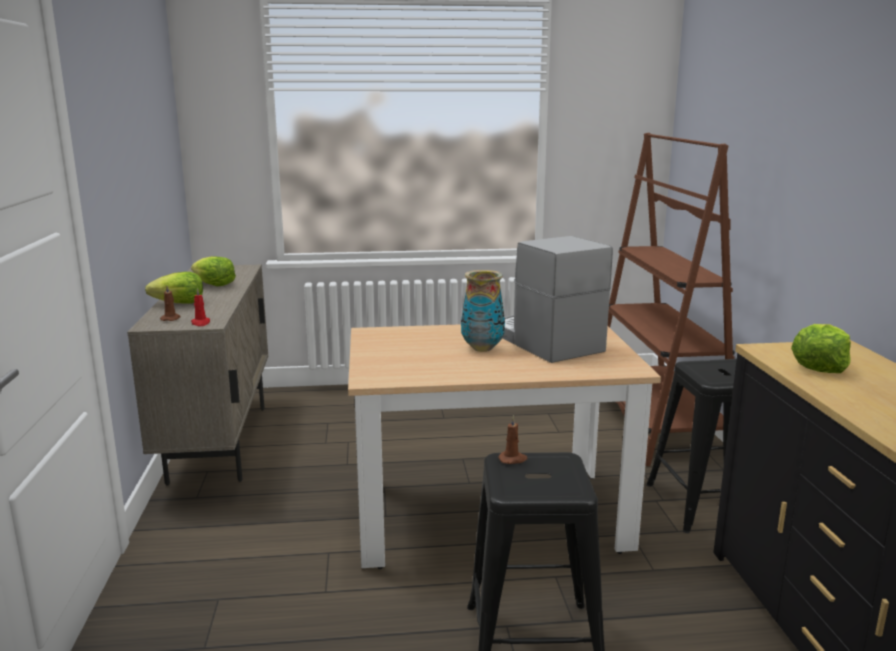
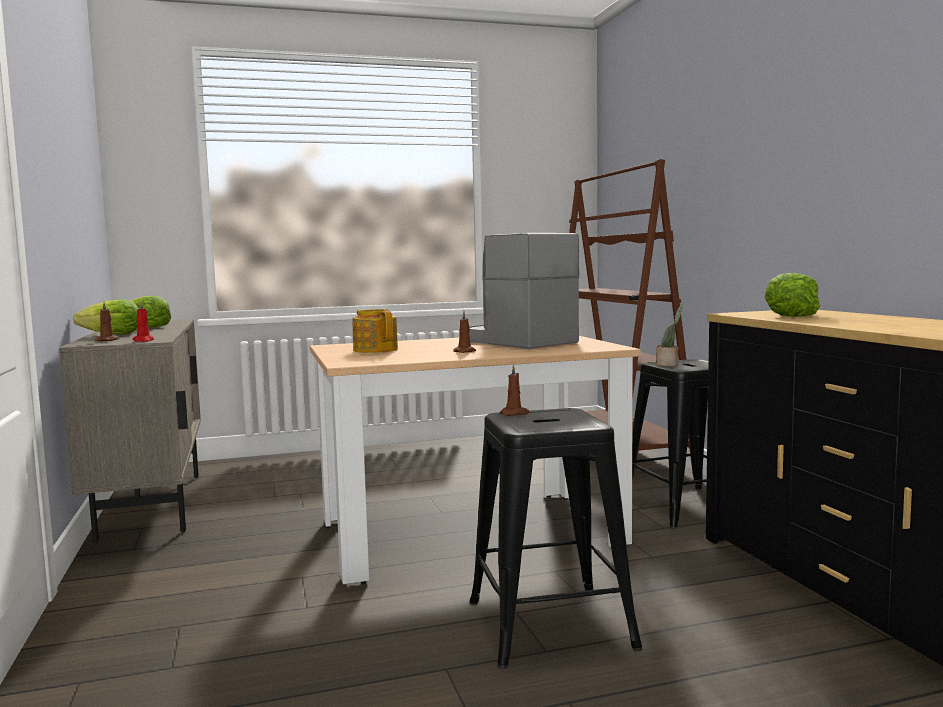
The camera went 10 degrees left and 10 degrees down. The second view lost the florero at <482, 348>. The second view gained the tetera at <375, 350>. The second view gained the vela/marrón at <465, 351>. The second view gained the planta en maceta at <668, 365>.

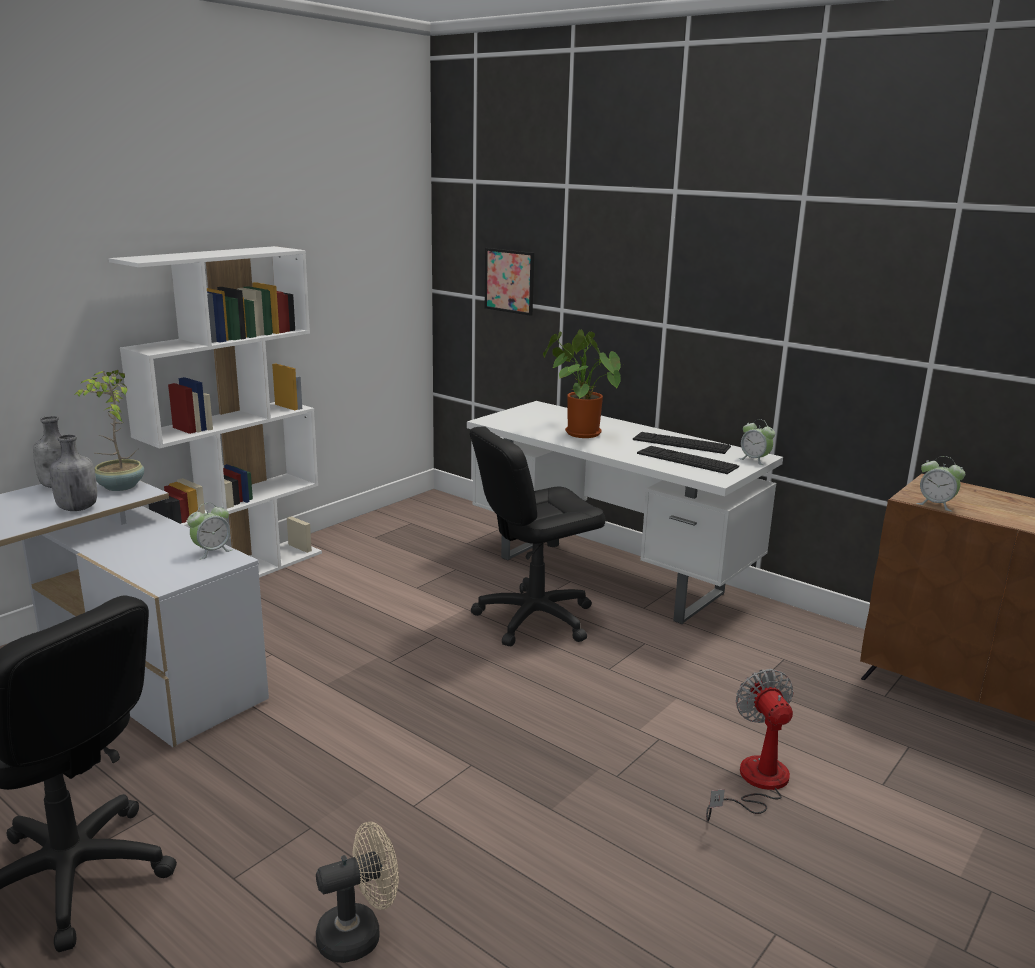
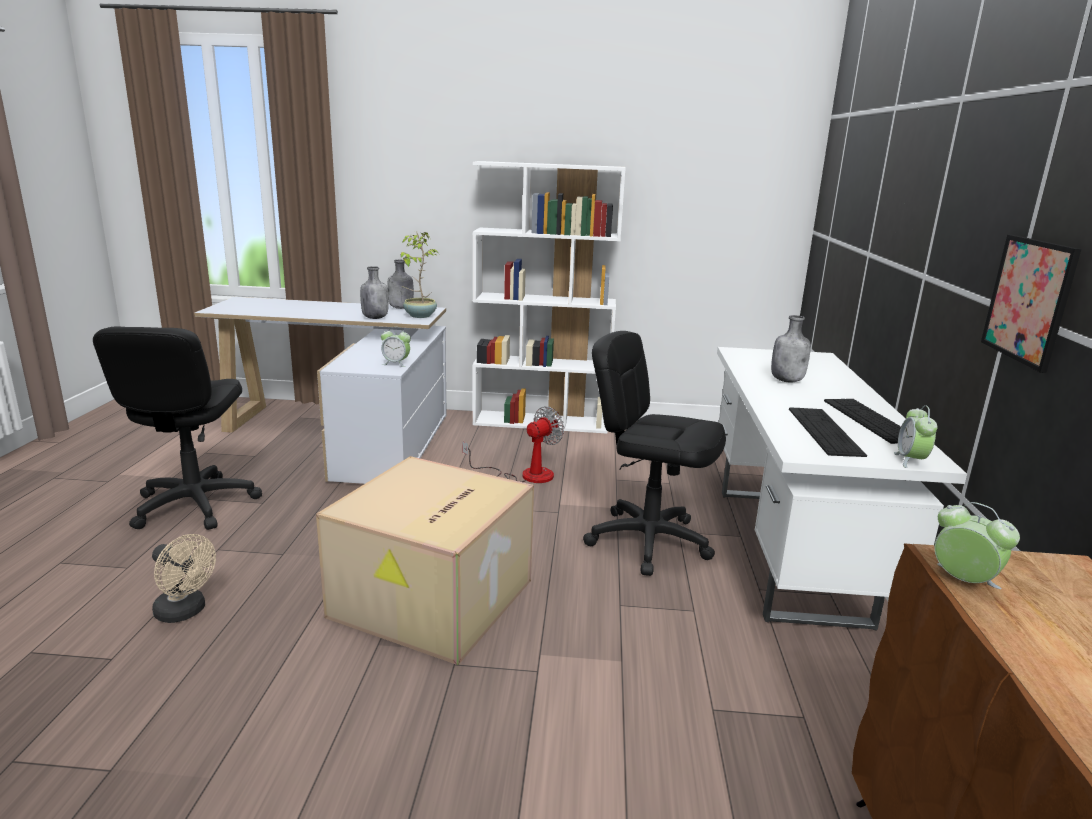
The camera went 55 degrees right and 0 degrees up. The cuadro ended up elsewhere, having gone from <509, 281> to <1028, 300>. Where the planta en maceta stood at <579, 433>, the botella/gris came to stand at <787, 380>. The ventilador ended up elsewhere, having gone from <755, 783> to <525, 475>. The despertador at <936, 504> ended up facing another way, 135 degrees clockwise from before. The second view gained the caja de cartón at <433, 600>.

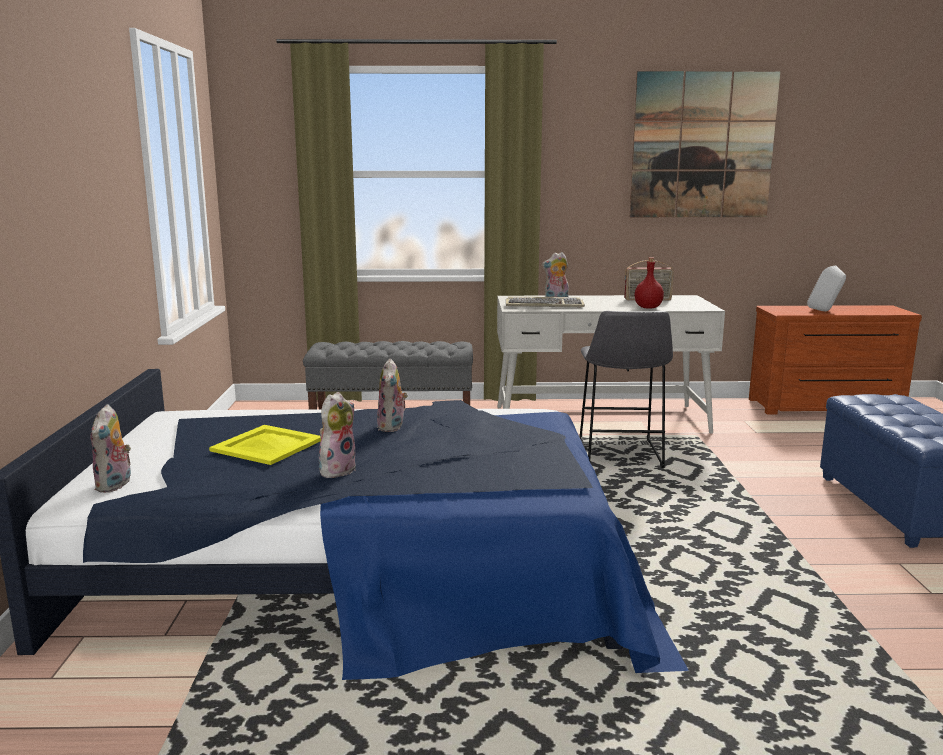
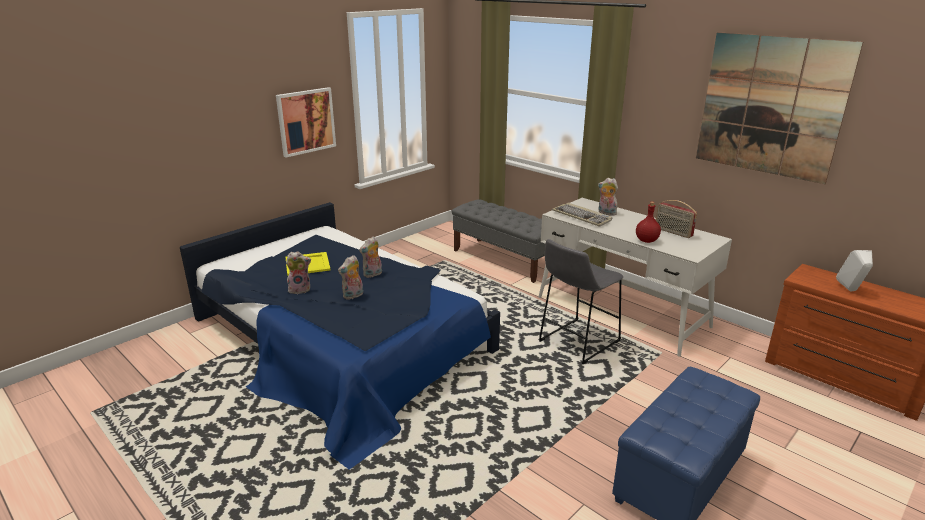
The camera went 45 degrees right and 10 degrees up. The peluche ended up elsewhere, having gone from <115, 485> to <353, 296>. The second view gained the cuadro at <306, 121>.

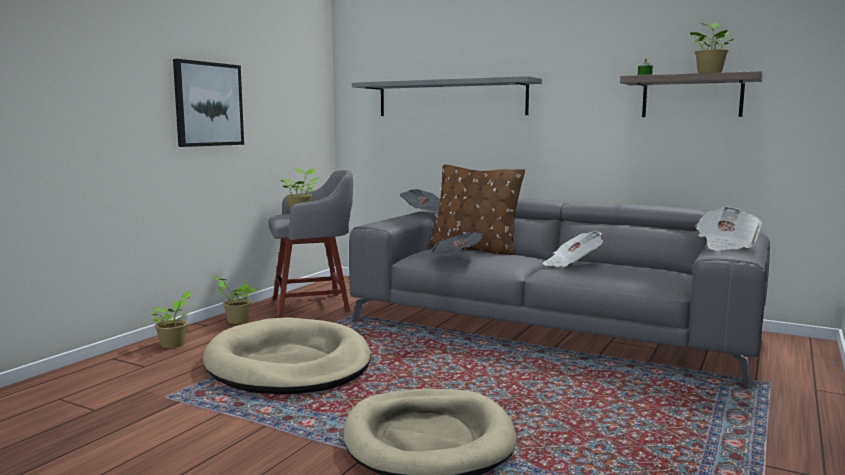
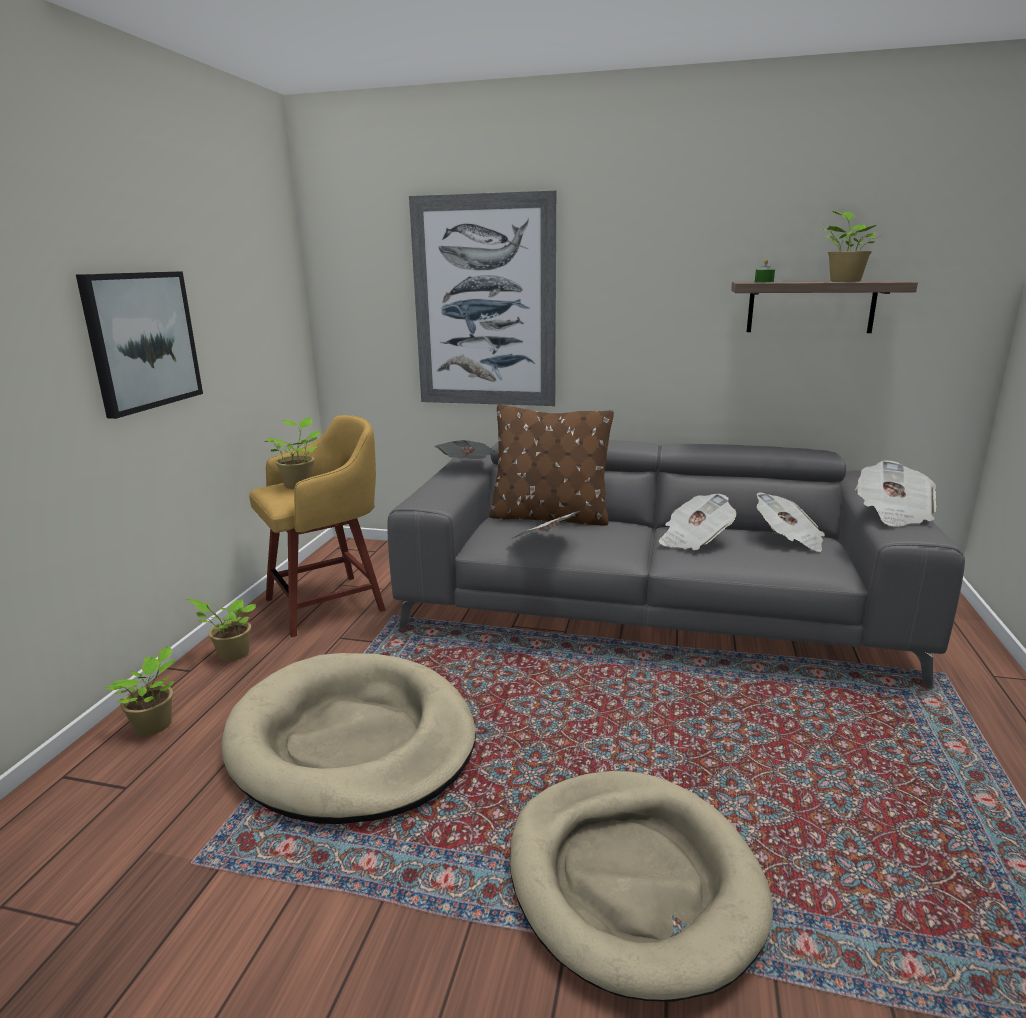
The camera went 15 degrees left and 10 degrees up. What was the taburete/gris at <313, 305> turned into the taburete/amarillo at <329, 604>. Where the estante/gris hung at <450, 98>, the cuadro came to hang at <484, 303>. The second view gained the periódico at <789, 539>.

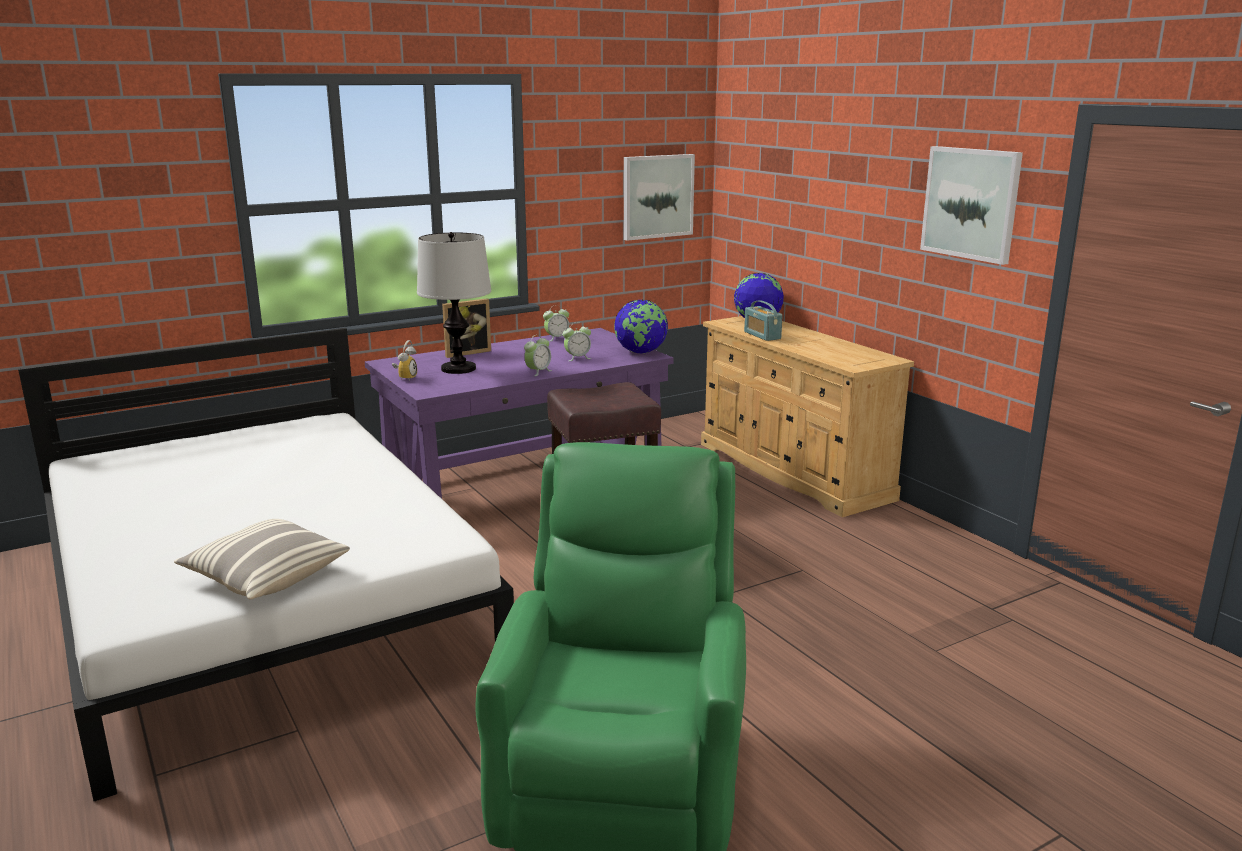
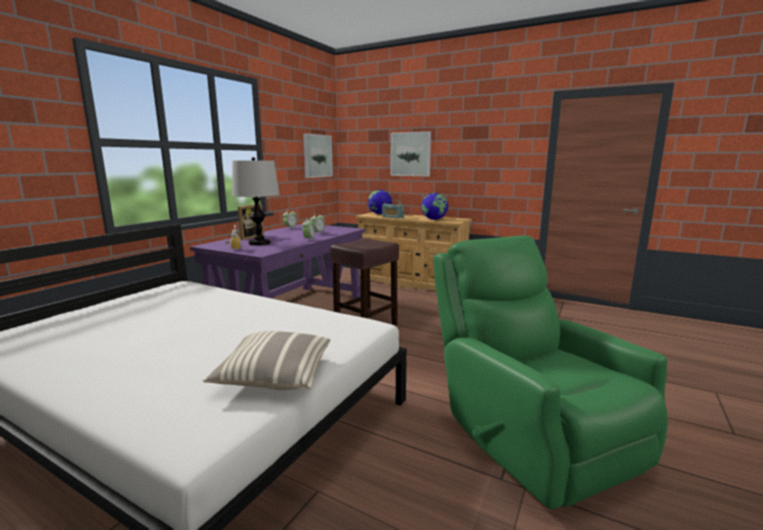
The camera went 30 degrees left and 5 degrees down. The globo terráqueo ended up elsewhere, having gone from <640, 352> to <434, 219>. The cuadro ended up elsewhere, having gone from <971, 203> to <410, 154>.

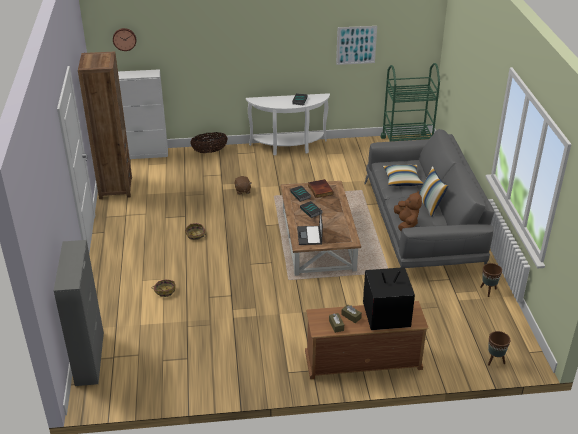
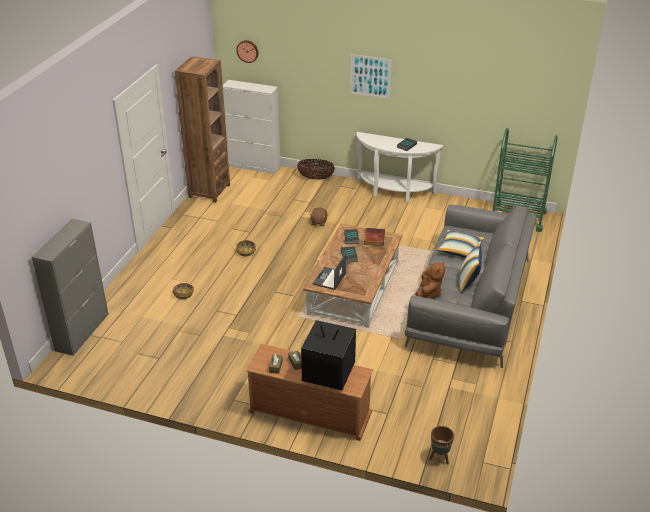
The camera went 25 degrees right and 0 degrees up. The cuadro ended up elsewhere, having gone from <356, 45> to <370, 76>. The second view lost the maceta/marrón at <488, 291>.

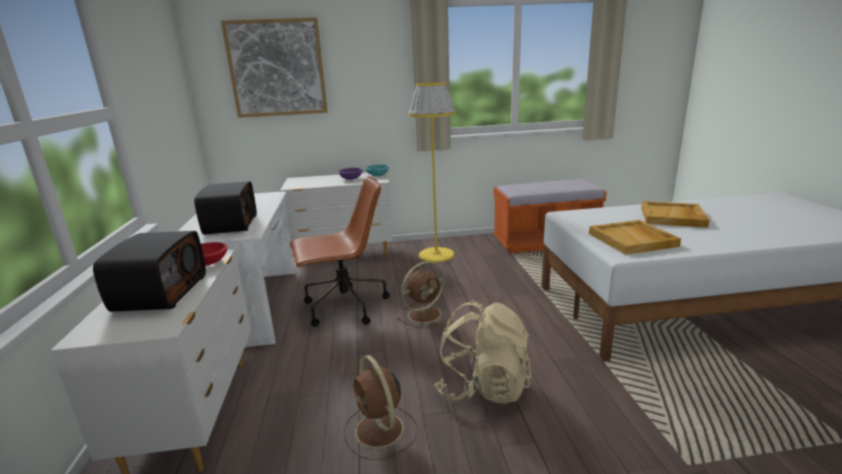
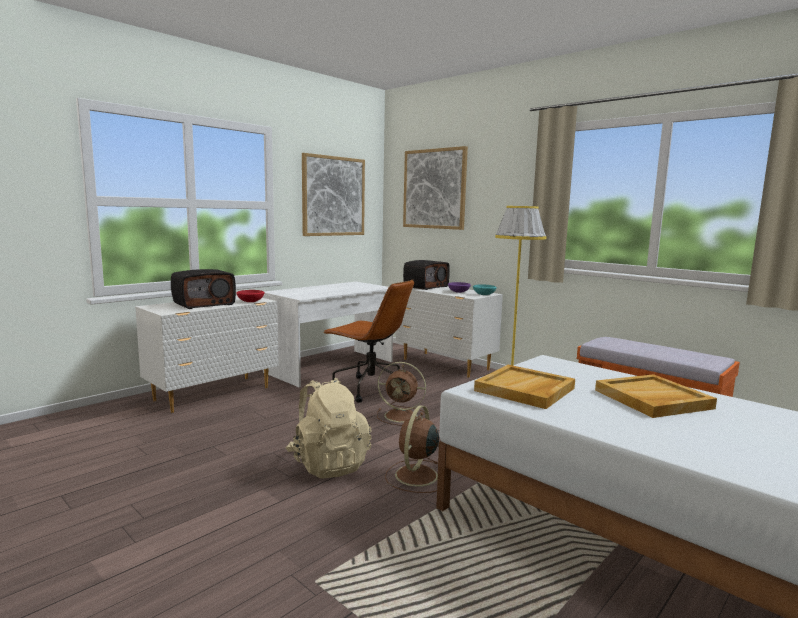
The camera went 50 degrees right and 10 degrees down. The radio ended up elsewhere, having gone from <229, 224> to <425, 286>. The ventilador/marrón ended up elsewhere, having gone from <380, 431> to <415, 476>. The second view gained the cuadro at <333, 196>.

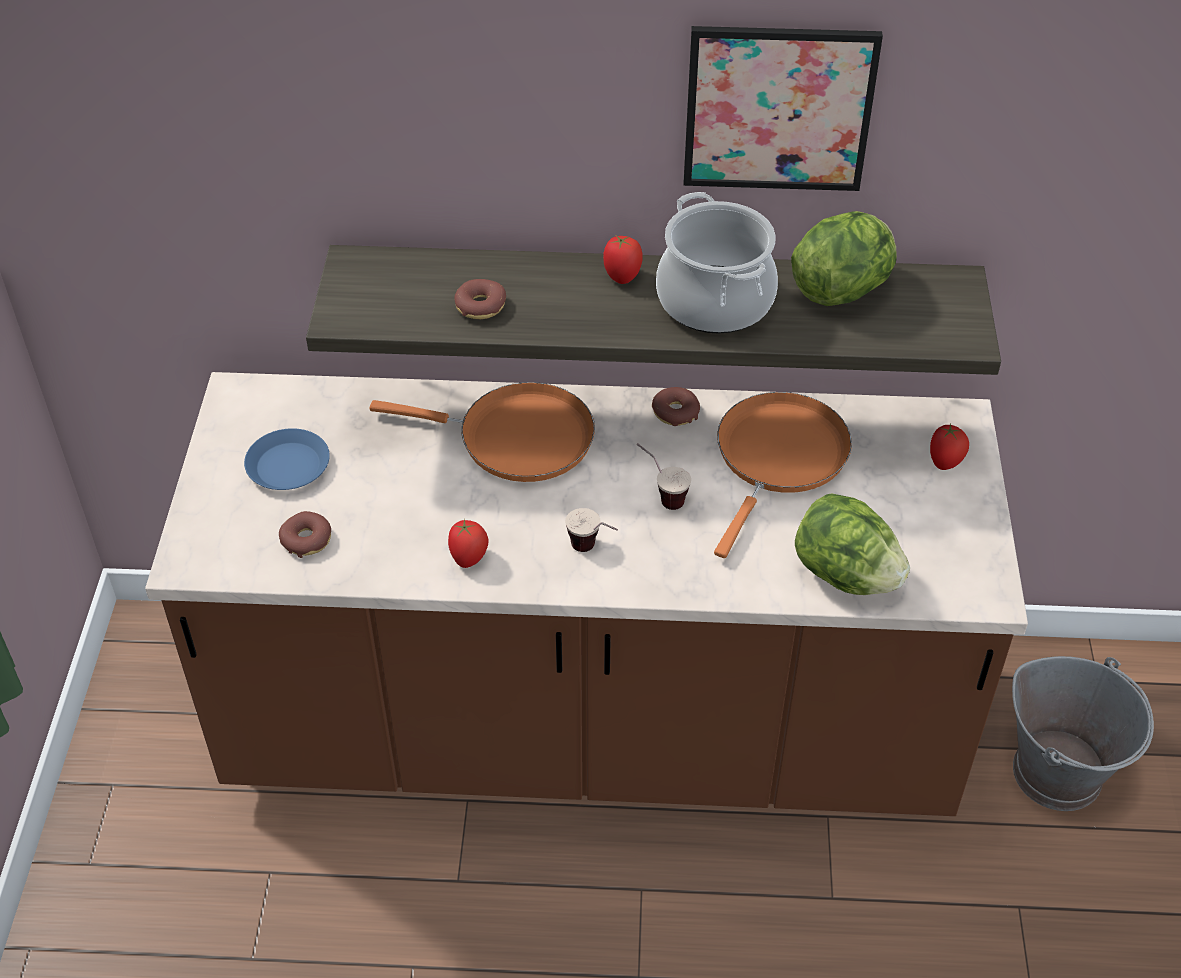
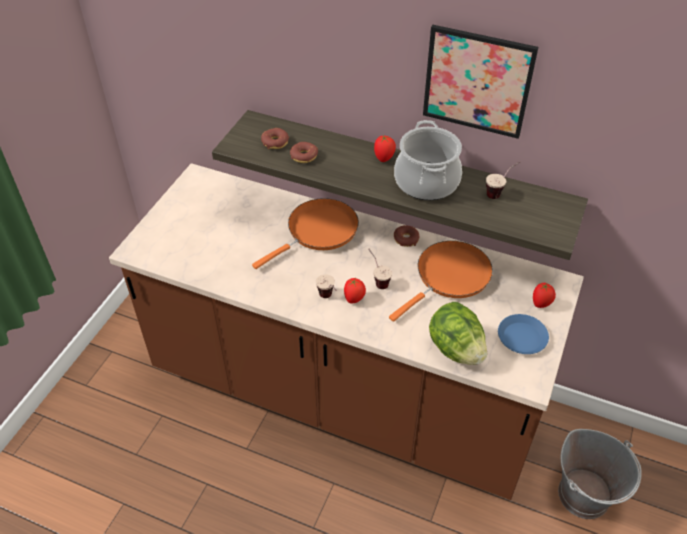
The camera went 20 degrees right and 0 degrees up. The plato/azul ended up elsewhere, having gone from <288, 466> to <521, 337>. The rosquilla ended up elsewhere, having gone from <306, 539> to <275, 142>. The sartén/naranja at <516, 438> ended up facing another way, 75 degrees counterclockwise from before. The tomate ended up elsewhere, having gone from <469, 558> to <354, 299>. Where the lechuga stood at <843, 289>, the taza came to stand at <500, 192>.

